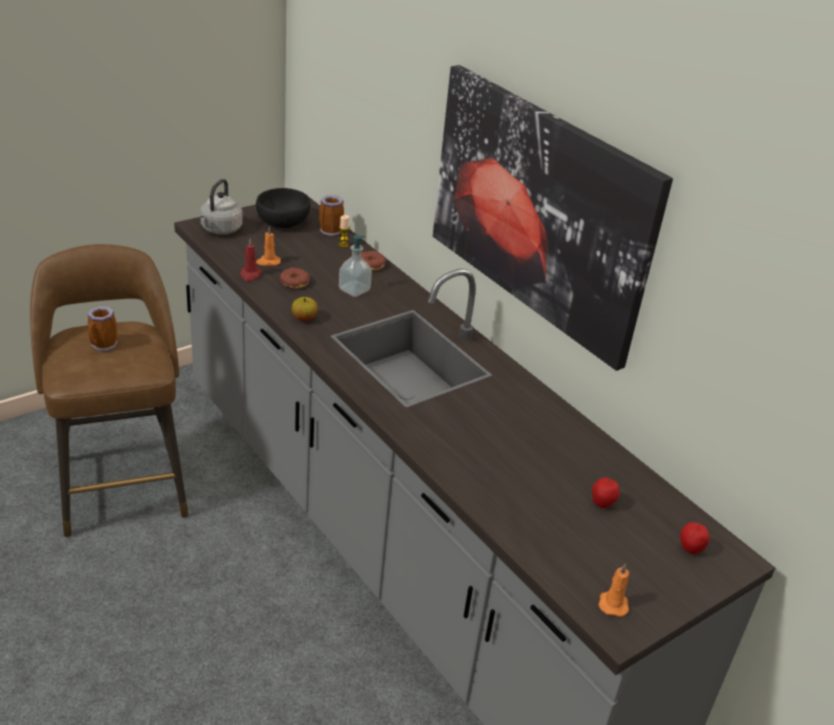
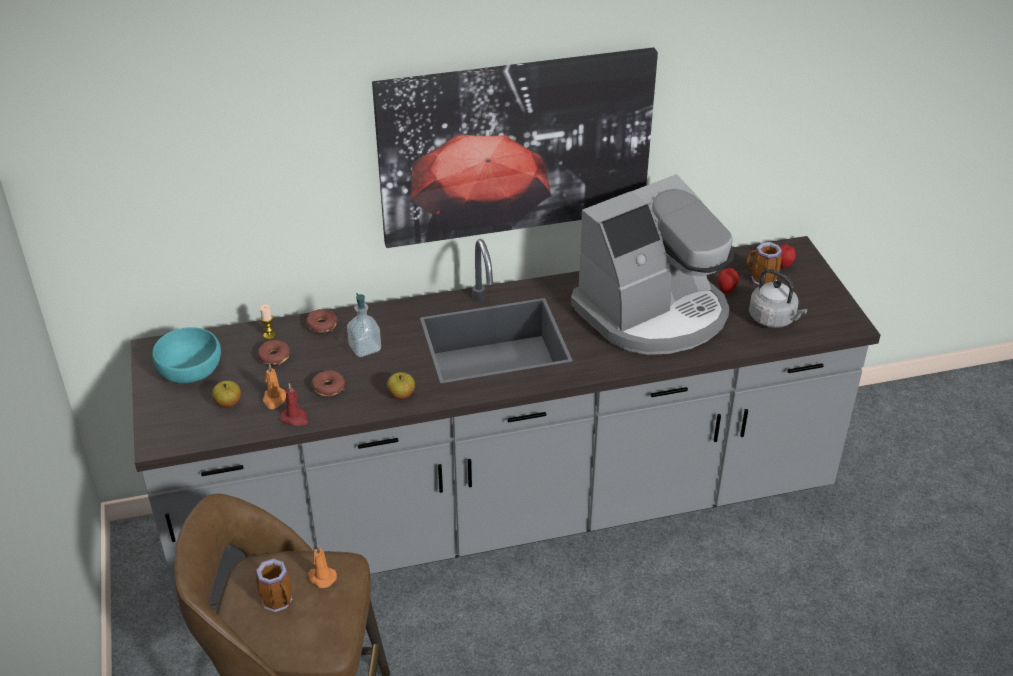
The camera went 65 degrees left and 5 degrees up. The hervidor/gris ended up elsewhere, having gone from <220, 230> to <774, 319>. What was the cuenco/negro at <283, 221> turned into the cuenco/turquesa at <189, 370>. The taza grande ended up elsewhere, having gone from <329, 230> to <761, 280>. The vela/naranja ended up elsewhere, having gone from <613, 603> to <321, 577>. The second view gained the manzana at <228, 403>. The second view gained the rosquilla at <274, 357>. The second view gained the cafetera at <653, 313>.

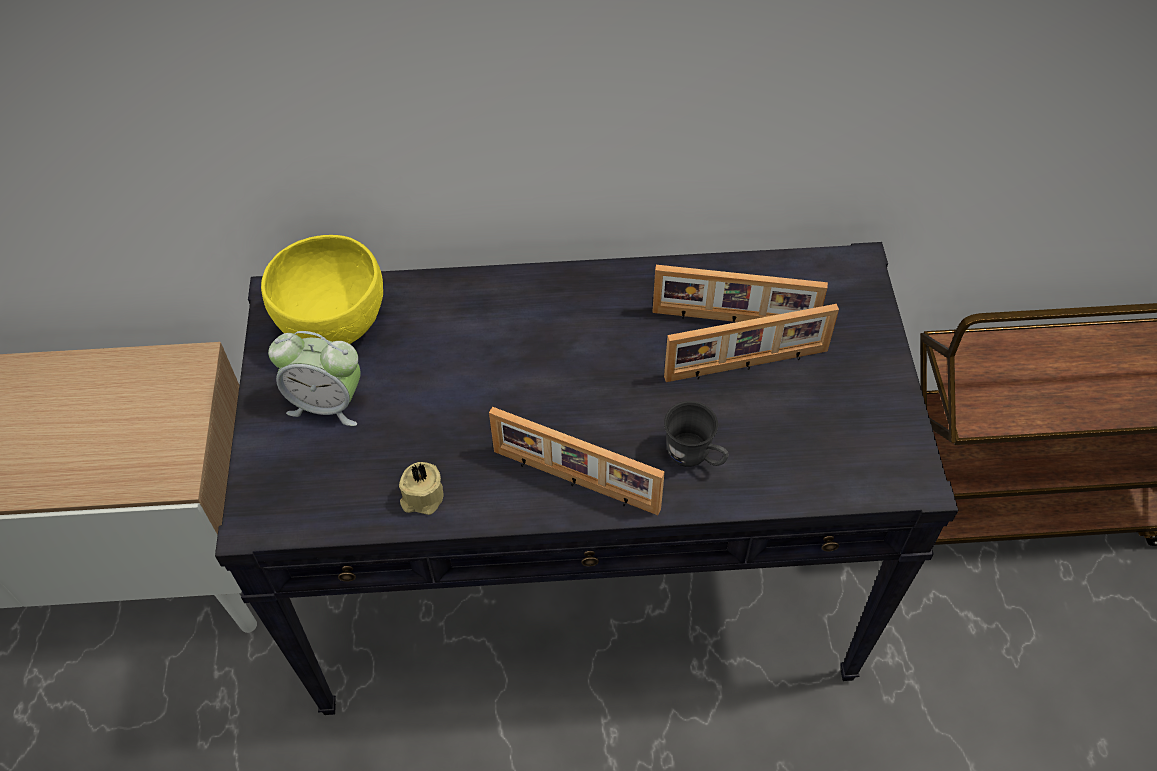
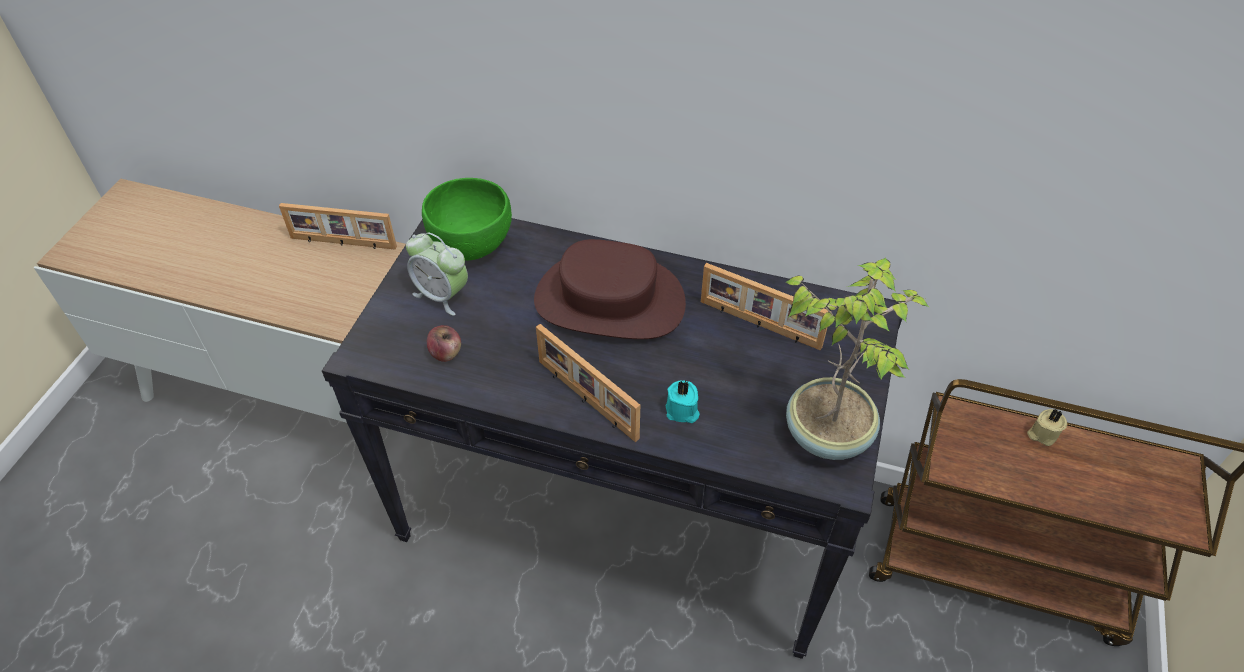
The camera went 20 degrees right and 5 degrees down. What was the cuenco/amarillo at <333, 325> turned into the cuenco/verde at <471, 246>. The vela/beis ended up elsewhere, having gone from <422, 497> to <1042, 434>. The portarretratos ended up elsewhere, having gone from <747, 366> to <343, 243>. Where the taza grande/gris stood at <695, 458>, the vela/turquesa came to stand at <682, 411>. The second view gained the manzana at <446, 353>. The second view gained the sombrero/marrón at <609, 301>. The second view gained the planta en maceta at <828, 432>.

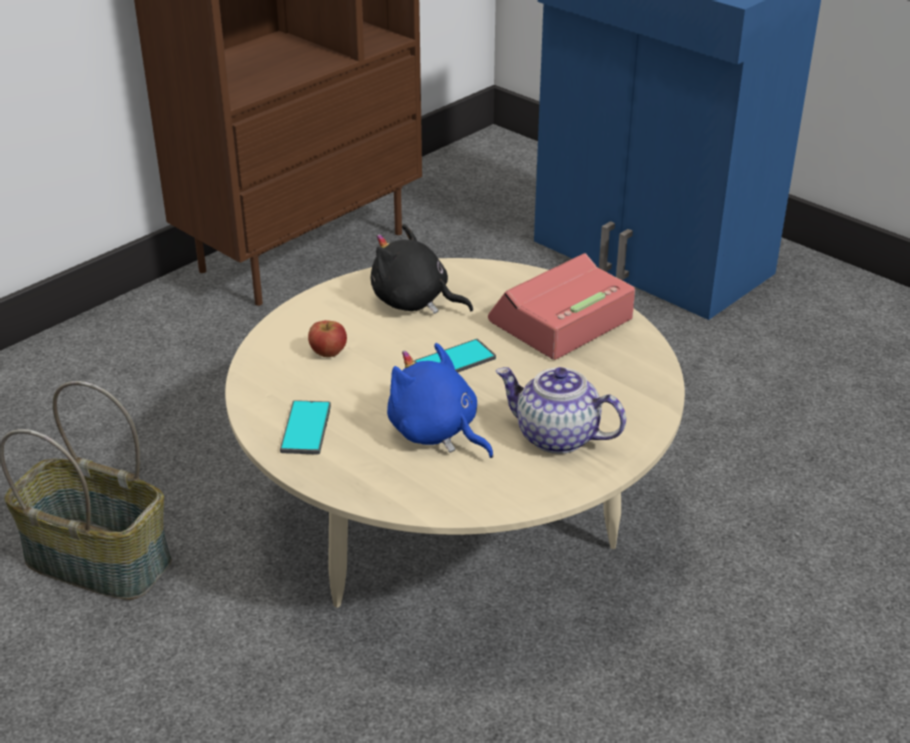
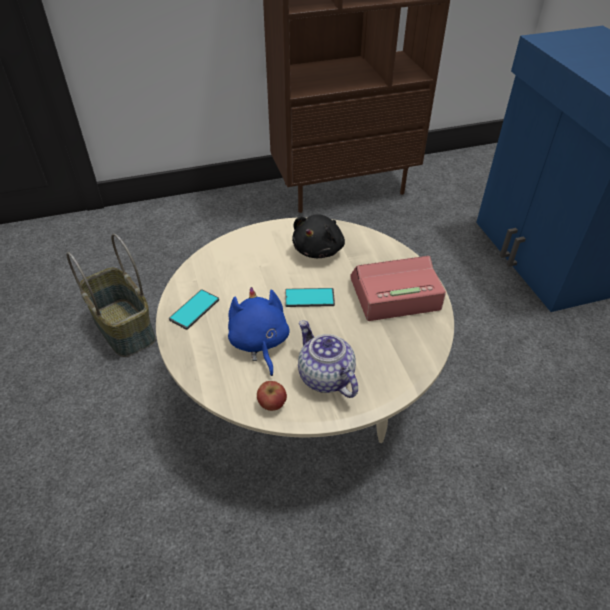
The camera went 30 degrees right and 10 degrees up. The manzana ended up elsewhere, having gone from <328, 353> to <272, 404>. The peluche/negro at <414, 302> ended up facing another way, 120 degrees counterclockwise from before.

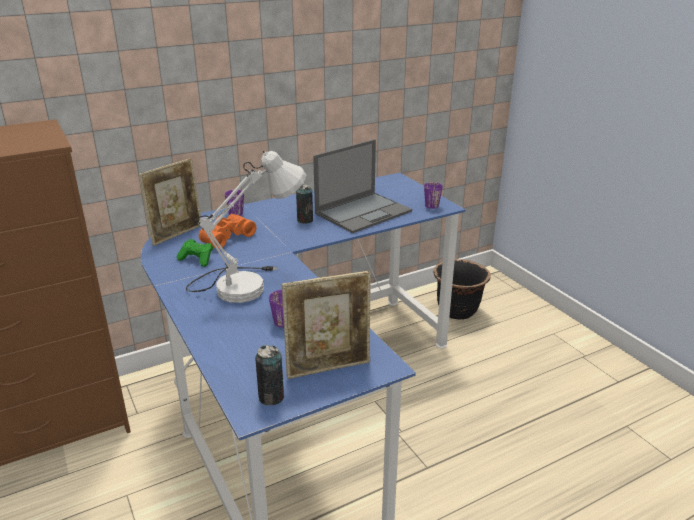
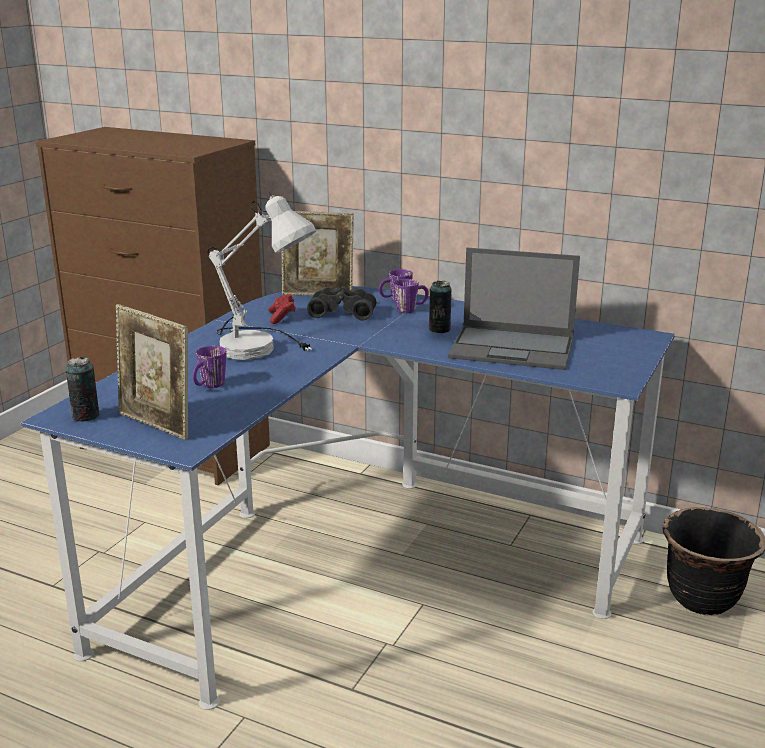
The camera went 55 degrees right and 5 degrees down. What was the mando de consola/verde at <197, 259> turned into the mando de consola/rojo at <282, 317>. What was the prismáticos/naranja at <225, 237> turned into the prismáticos/negro at <343, 312>. The taza grande/morado ended up elsewhere, having gone from <432, 204> to <411, 309>.

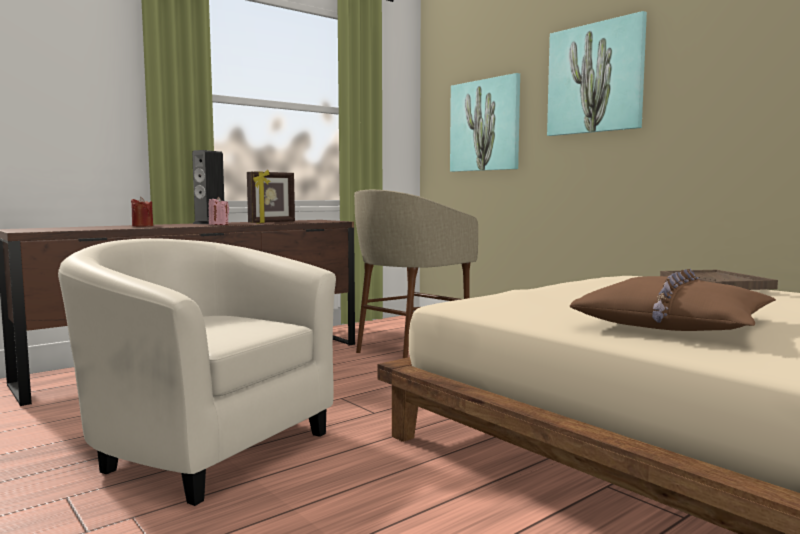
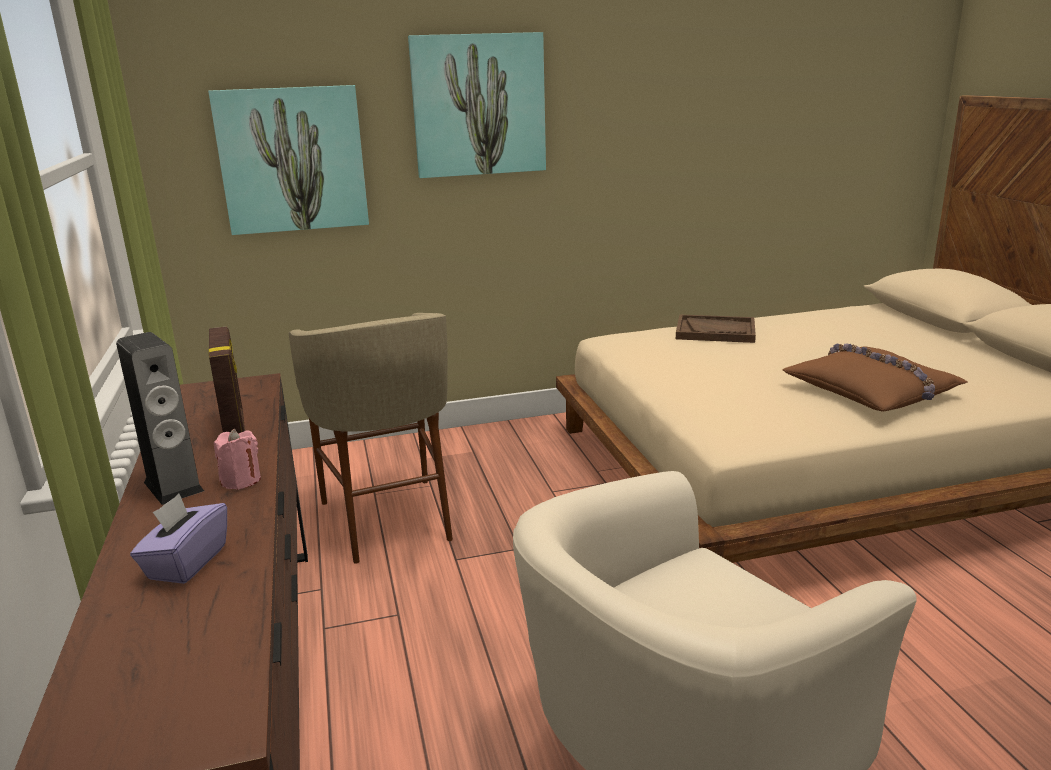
The camera went 65 degrees left and 15 degrees up. Where the vela/rojo stood at <142, 226>, the caja de pañuelos/morado came to stand at <186, 562>.

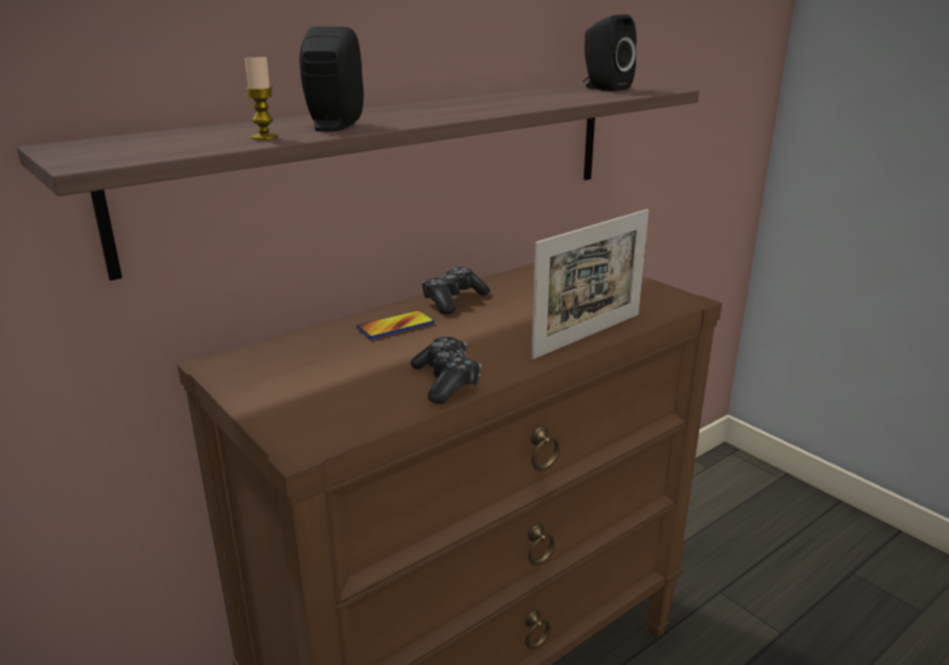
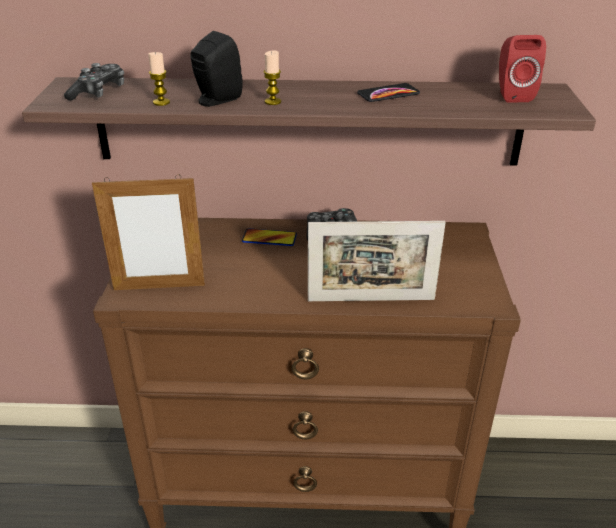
The camera went 40 degrees right and 10 degrees up. The mando de consola ended up elsewhere, having gone from <446, 381> to <99, 92>. What was the altavoz/negro at <603, 88> turned into the altavoz/rojo at <512, 95>. The second view gained the portarretratos at <159, 287>. The second view gained the vela at <273, 102>. The second view gained the móvil at <388, 94>.

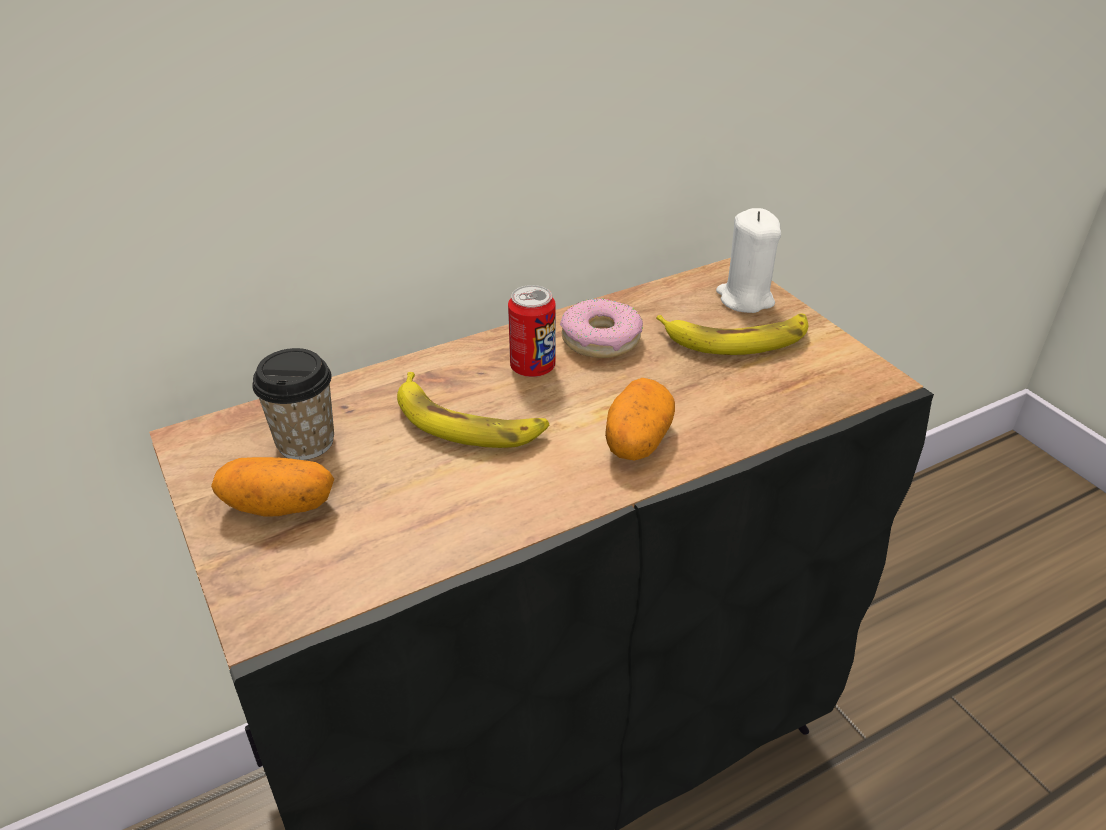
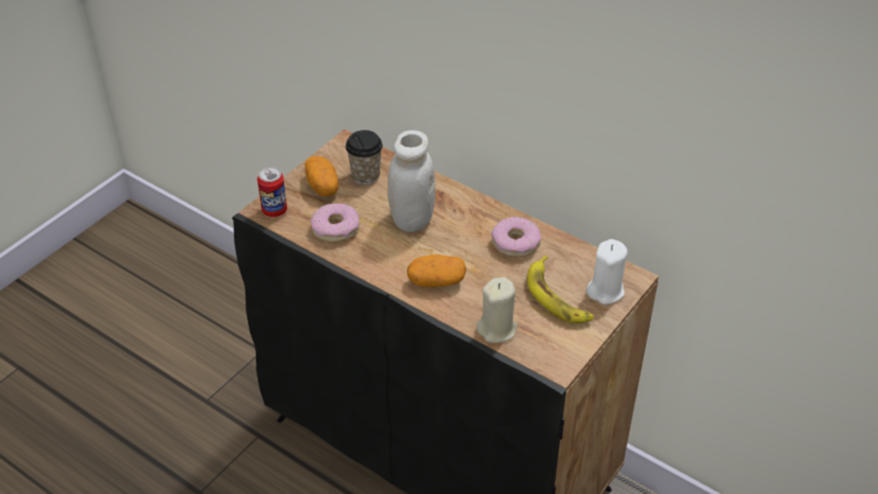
The camera went 65 degrees right and 5 degrees up. Where the plátano stood at <467, 422>, the tarro/blanco came to stand at <412, 219>. The lata ended up elsewhere, having gone from <532, 368> to <274, 210>. The second view gained the rosquilla at <336, 229>. The second view gained the vela/beis at <497, 329>.

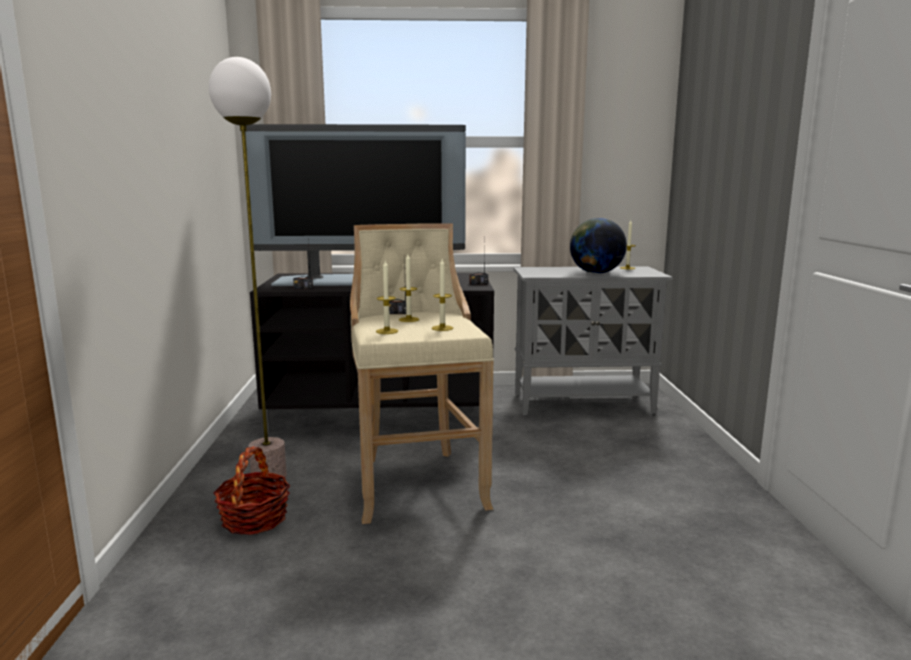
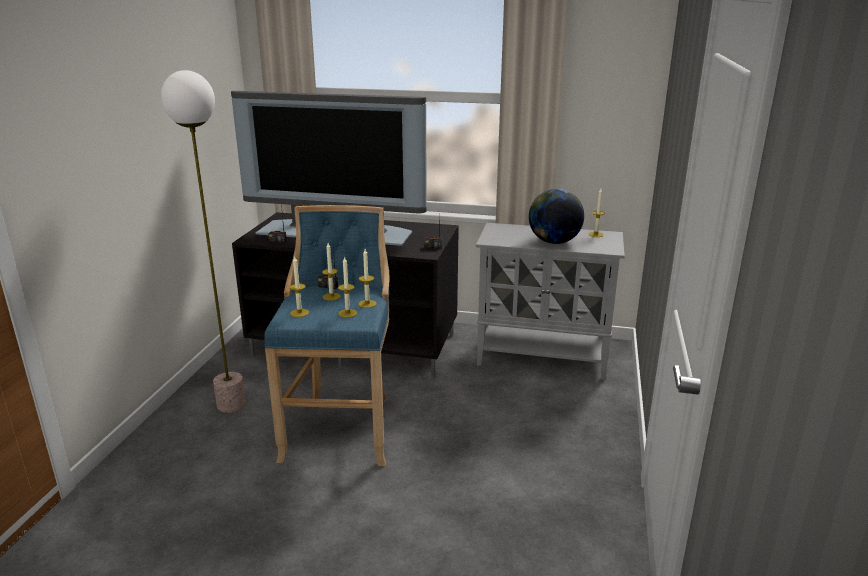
The camera went 15 degrees right and 10 degrees up. The second view lost the cesta at <254, 519>. What was the taburete/beis at <417, 482> turned into the taburete/azul at <341, 427>. The second view gained the vela at <367, 304>.

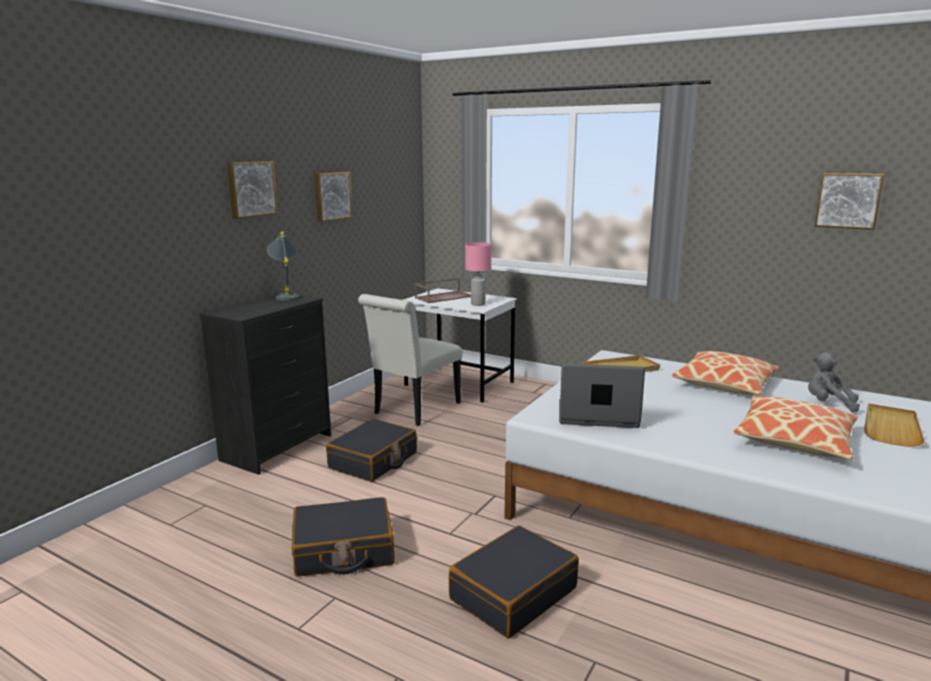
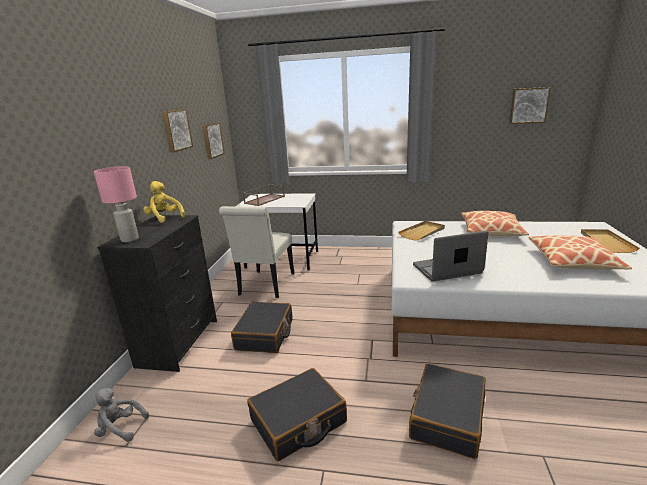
The camera went 20 degrees left and 5 degrees up. The cuadro ended up elsewhere, having gone from <251, 189> to <212, 140>. Where the lámpara de mesa/gris stood at <287, 296>, the peluche/amarillo came to stand at <164, 218>. The lámpara de mesa/rosa ended up elsewhere, having gone from <478, 304> to <130, 239>. The peluche/gris ended up elsewhere, having gone from <828, 404> to <120, 428>.

